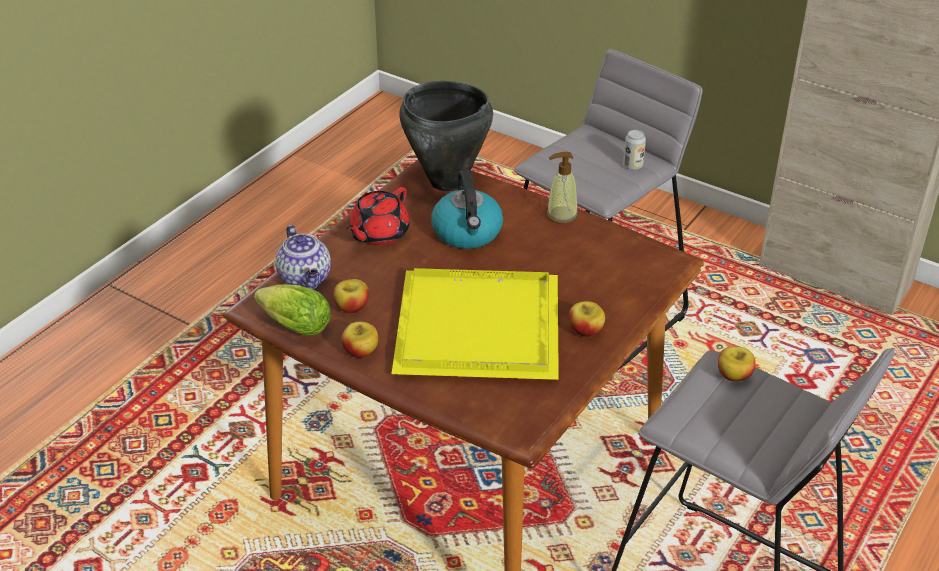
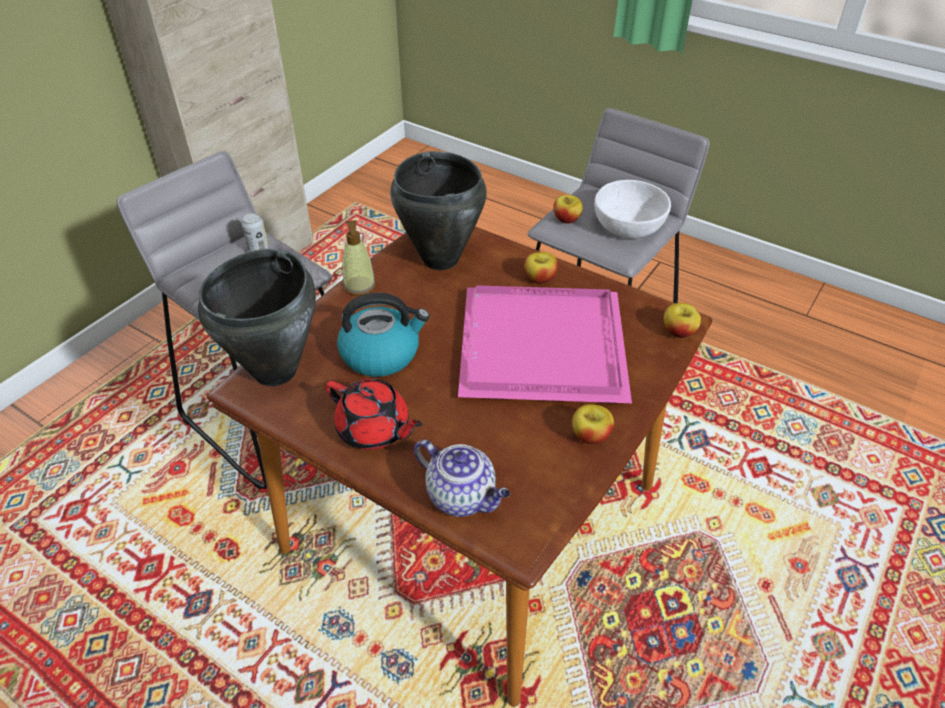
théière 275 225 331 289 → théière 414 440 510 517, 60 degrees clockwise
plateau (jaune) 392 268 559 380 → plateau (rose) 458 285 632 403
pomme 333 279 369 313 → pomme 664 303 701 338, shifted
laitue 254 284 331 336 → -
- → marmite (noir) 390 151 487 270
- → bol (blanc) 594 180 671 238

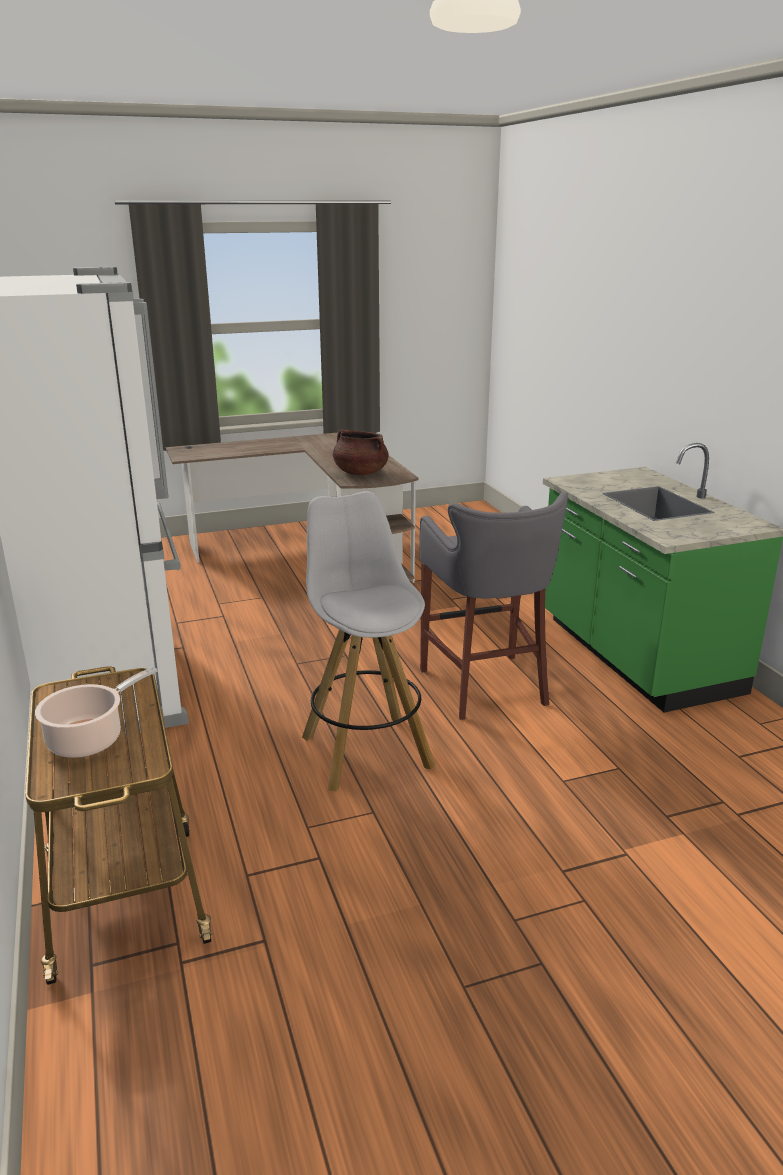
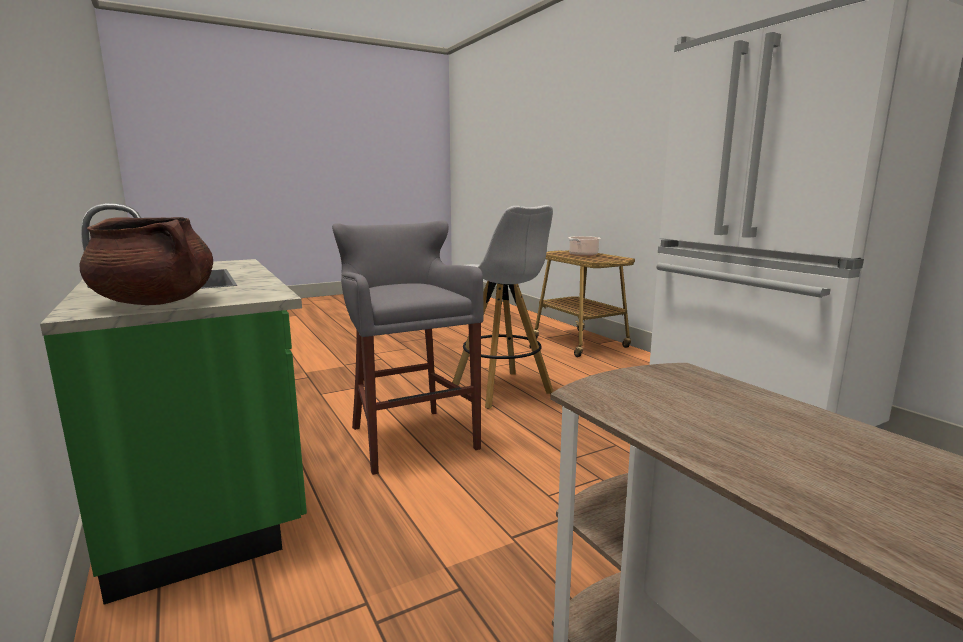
marmite (marron) 333 429 389 475 → marmite (marron) 79 217 213 305, shifted

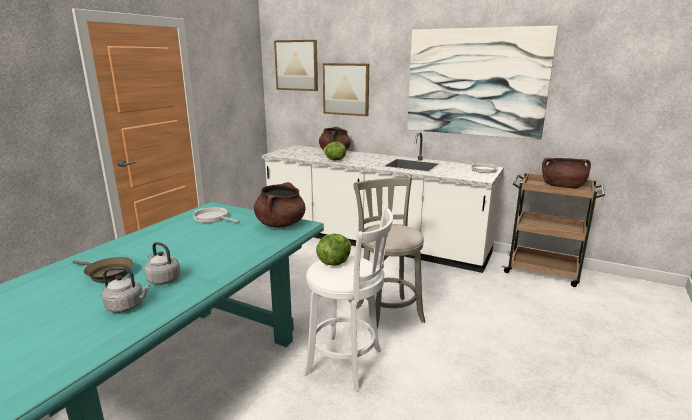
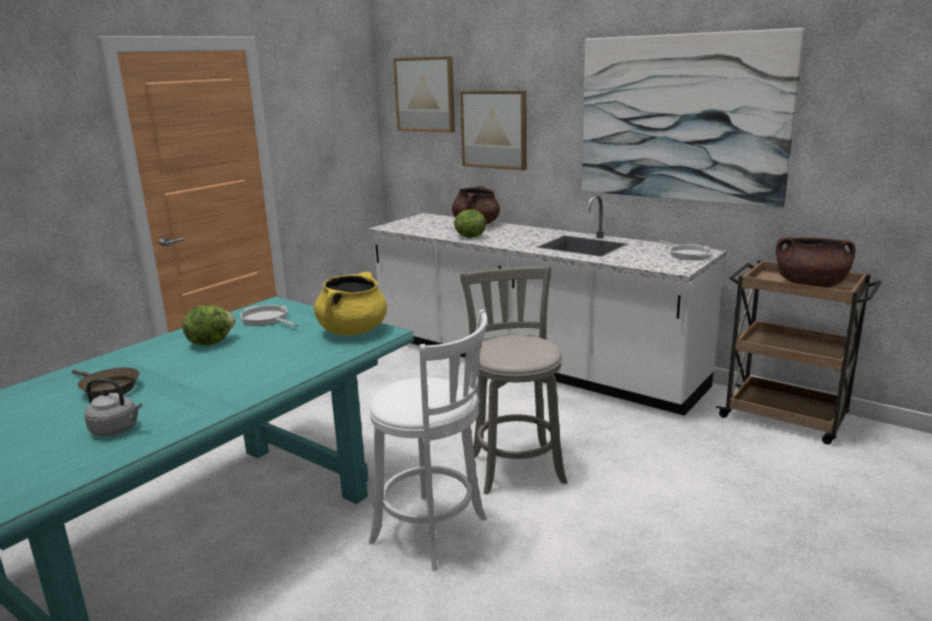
marmite (marron) 254 182 306 228 → marmite (jaune) 314 272 387 336
laitue 316 234 351 266 → laitue 182 305 236 346, shifted
bouilloire (gris) 144 242 181 285 → -

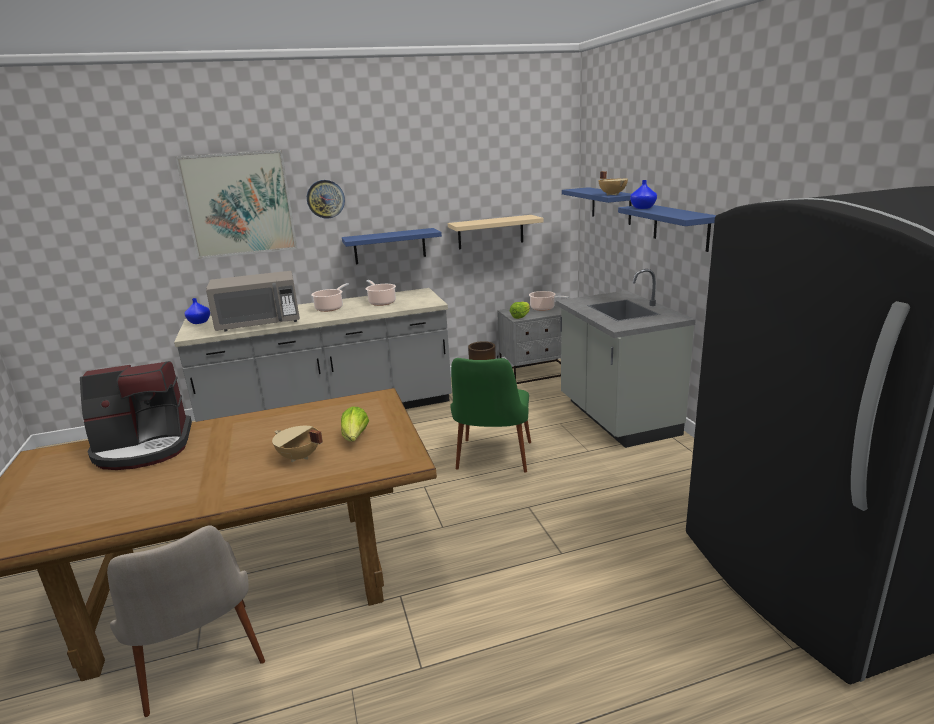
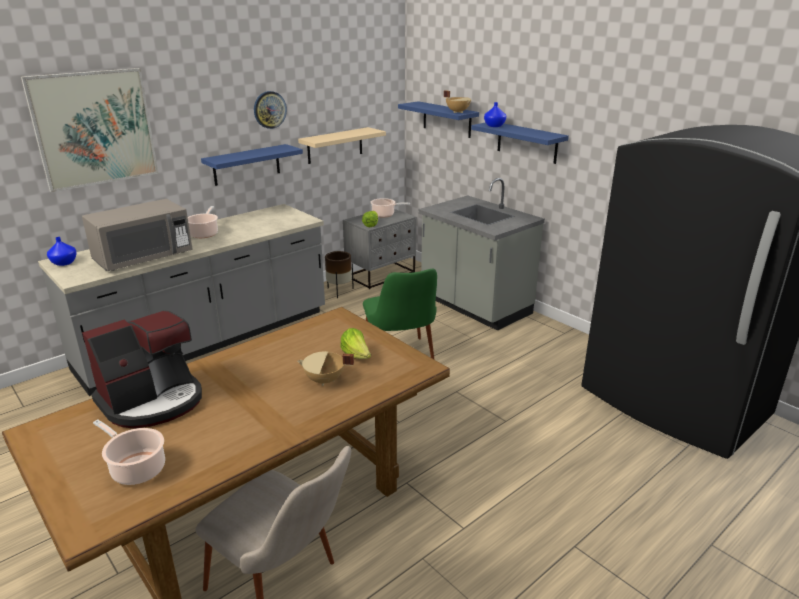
horloge murale 307 180 345 219 → horloge murale 254 91 287 129, shifted
marmite 366 280 396 306 → marmite 93 419 165 485, shifted

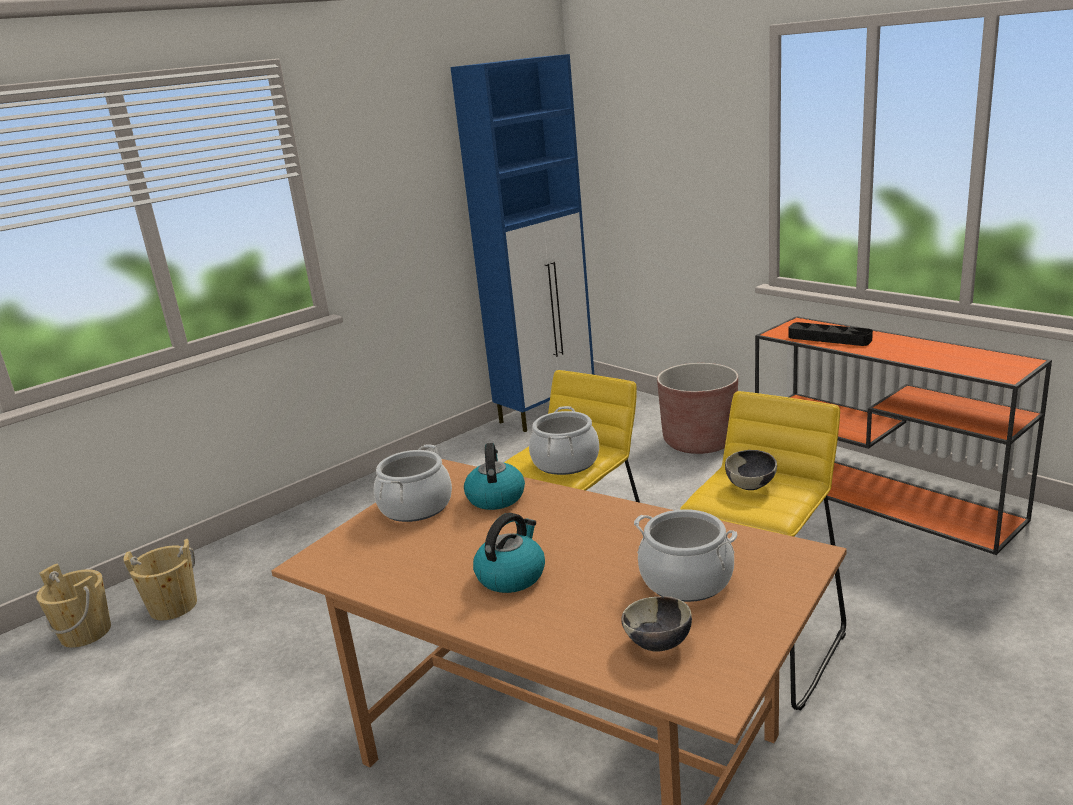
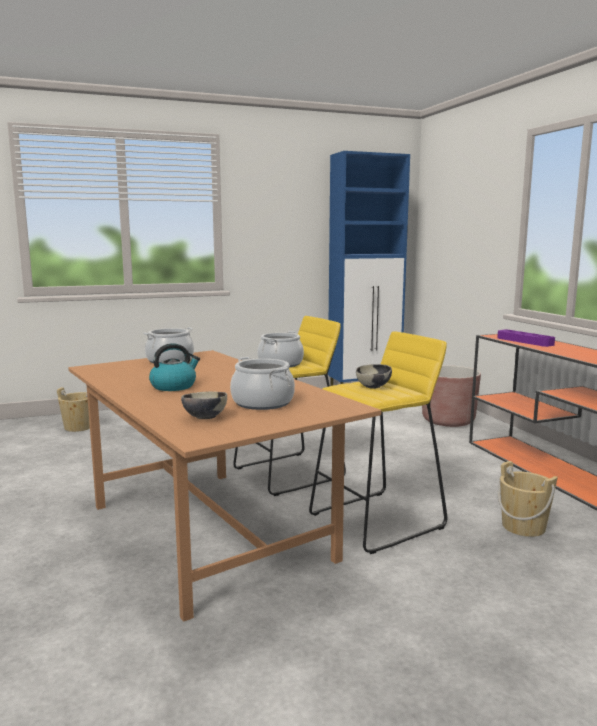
plateau (noir) 788 322 873 346 → plateau (violet) 497 330 555 347
bouilloire 464 443 525 510 → -
seau (beige) 36 564 111 648 → seau (beige) 498 461 558 537, shifted

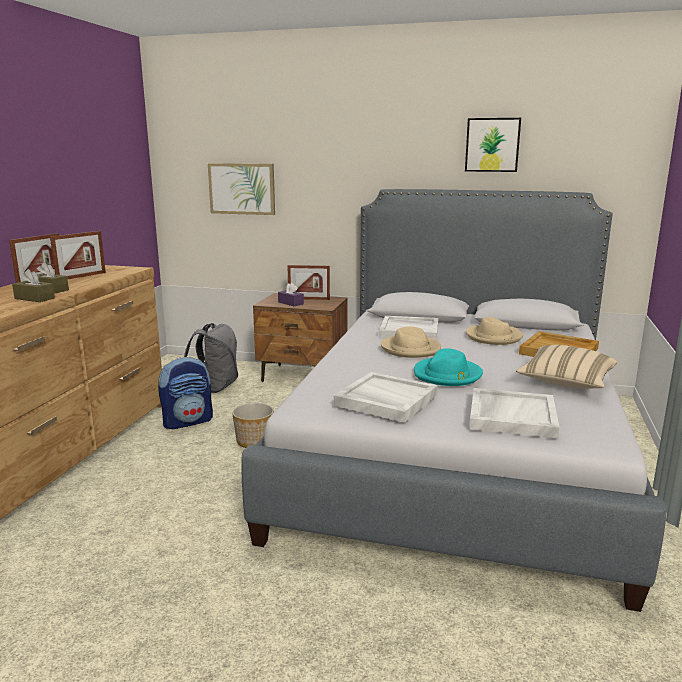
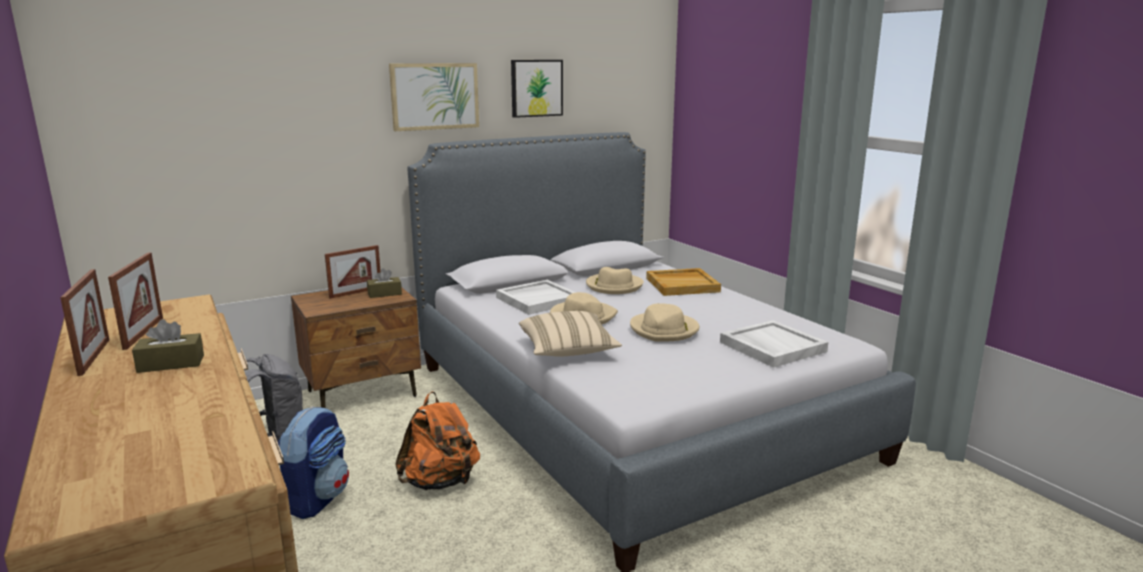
tableau 208 163 275 215 → tableau 389 63 479 131, shifted
boîte à mouchoirs (marron) 12 269 55 302 → boîte à mouchoirs (marron) 367 268 402 298, shifted
boîte à mouchoirs (violet) 278 283 304 306 → -
coussin (beige) 516 345 617 389 → coussin (beige) 519 311 622 357, shifted
chapeau (turquoise) 414 348 483 386 → chapeau (beige) 630 303 699 342
plateau (blanc) 334 372 438 423 → -
cache-pot 232 403 274 448 → sac à dos (orange) 395 392 480 490

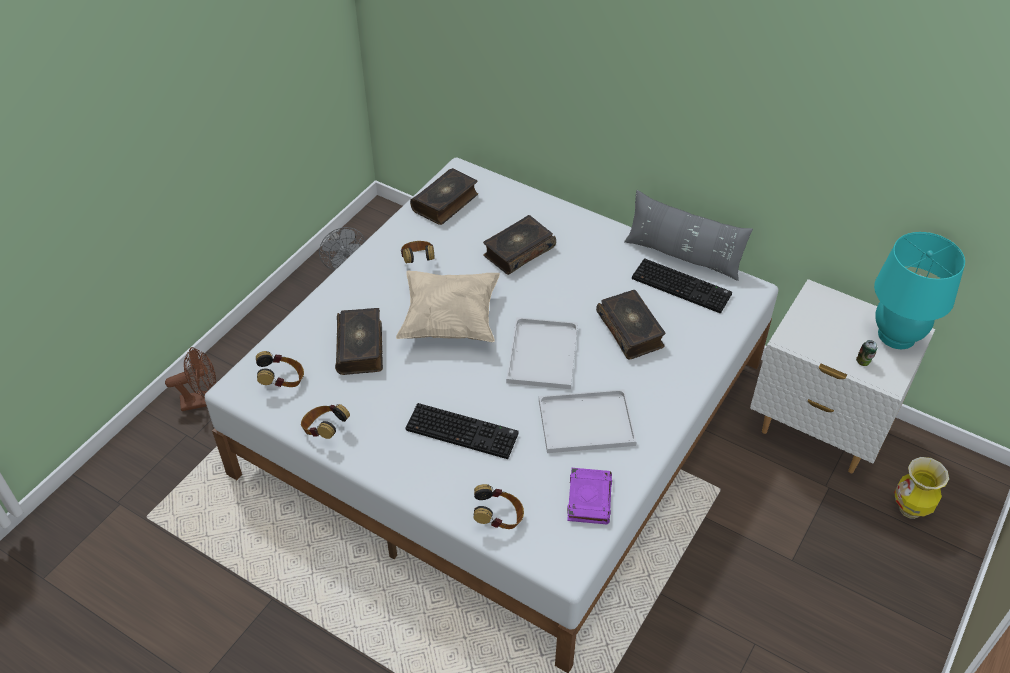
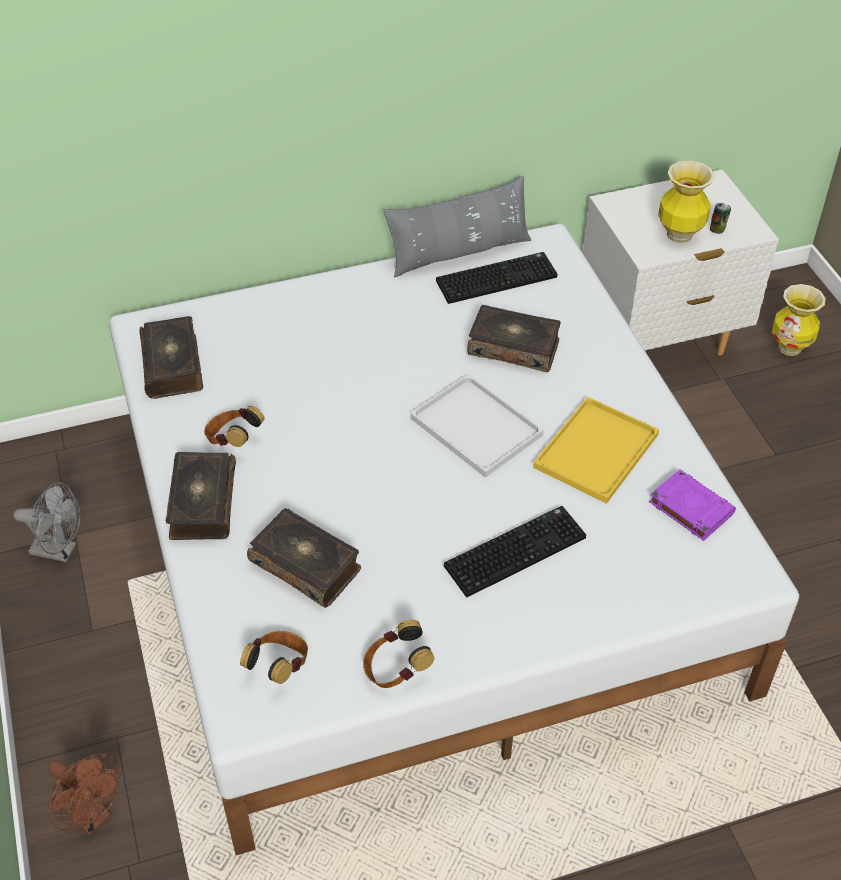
livre 483 215 556 275 → livre 166 452 236 540, shifted
lampe de table (turquoise) 874 232 965 349 → -
coussin (beige) 396 271 500 342 → -
ventilateur (marron) 165 347 216 411 → ventilateur (marron) 48 753 120 835, 105 degrees clockwise
plateau (blanc) 539 389 637 453 → plateau (jaune) 533 397 659 504
casque audio 474 484 524 529 → -
- → vase 658 161 715 243

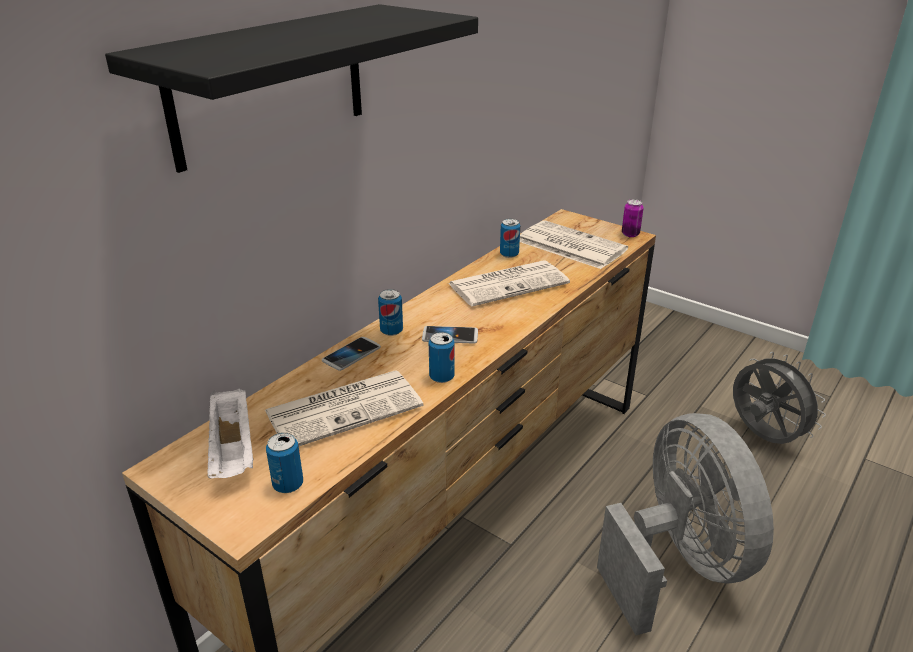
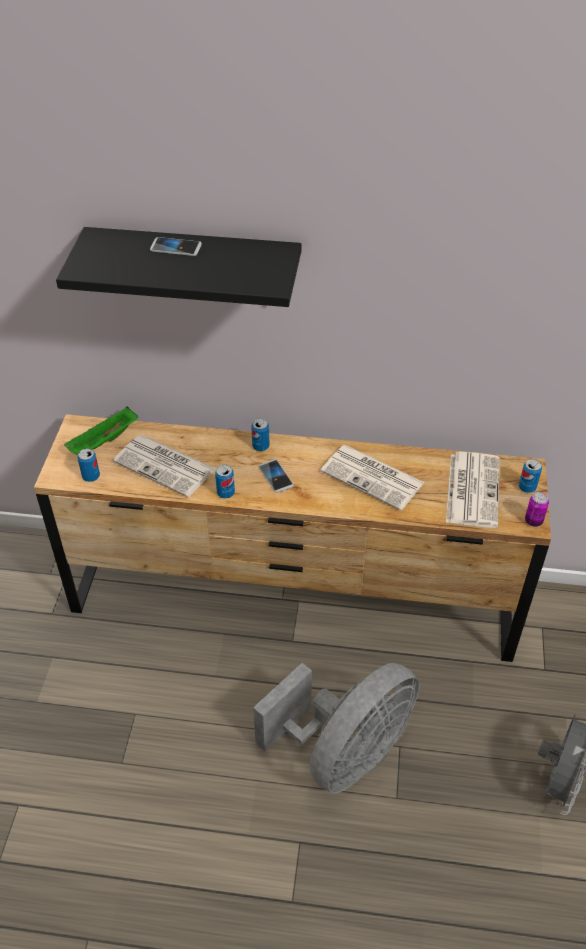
boîte métallique 500 219 520 258 → boîte métallique 519 459 542 493, shifted
téléphone 322 337 381 371 → téléphone 150 237 202 256, shifted
plateau (blanc) 207 388 253 479 → plateau (vert) 64 407 138 455

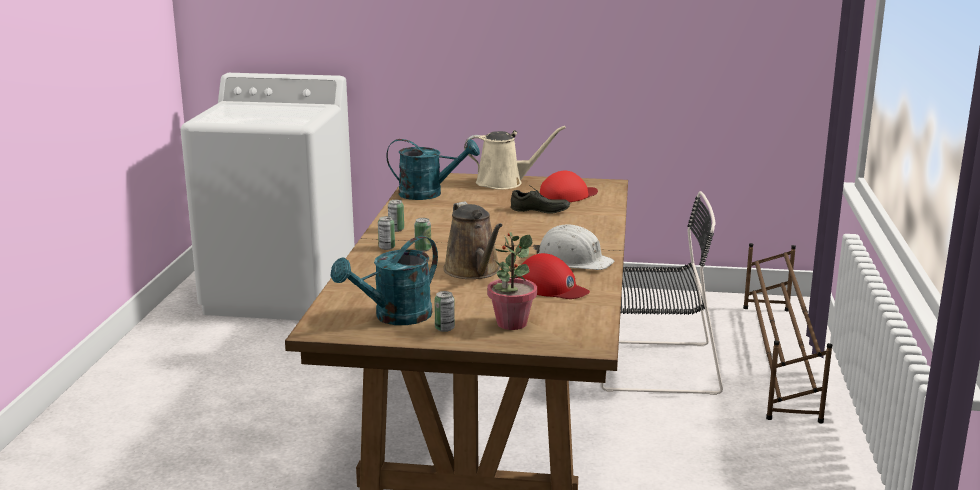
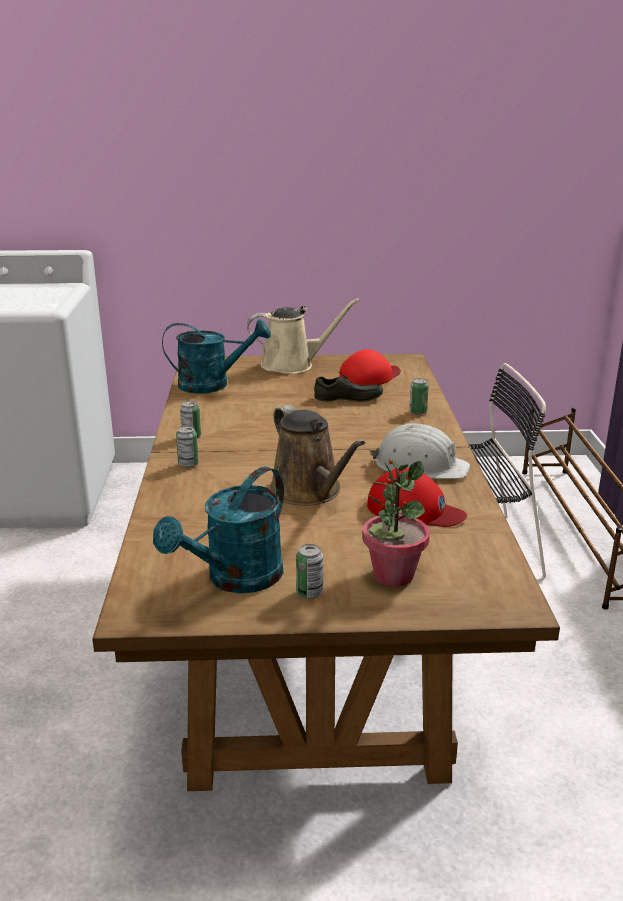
boîte métallique 414 218 431 252 → boîte métallique 409 378 429 415, shifted

